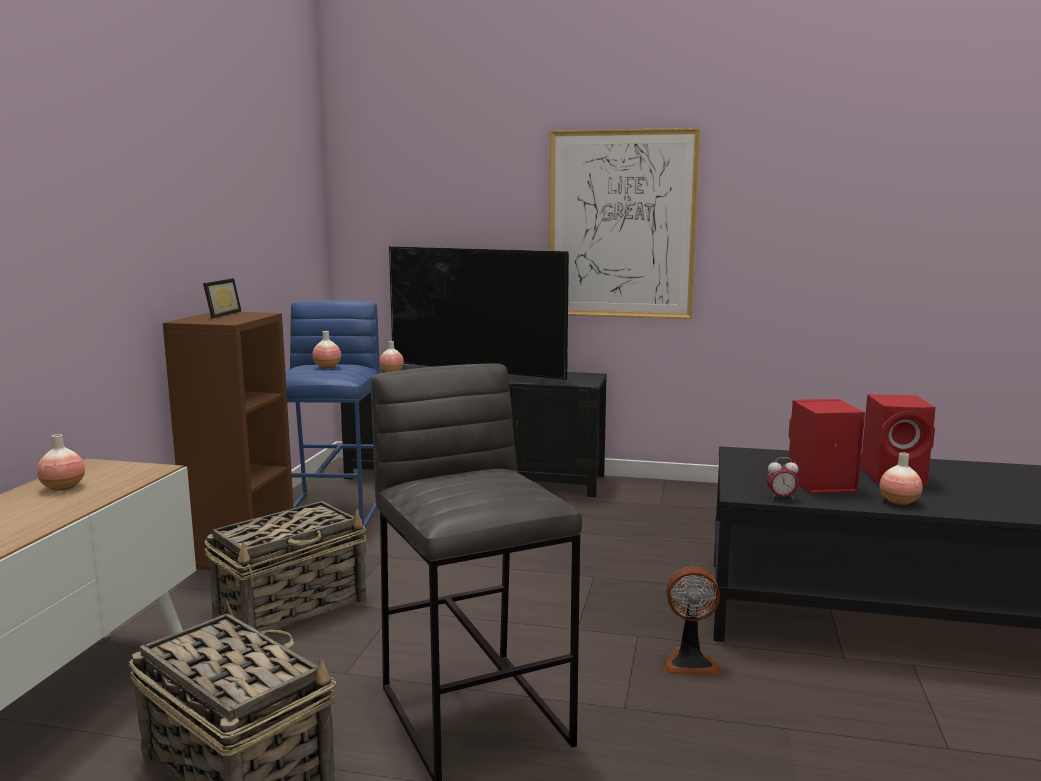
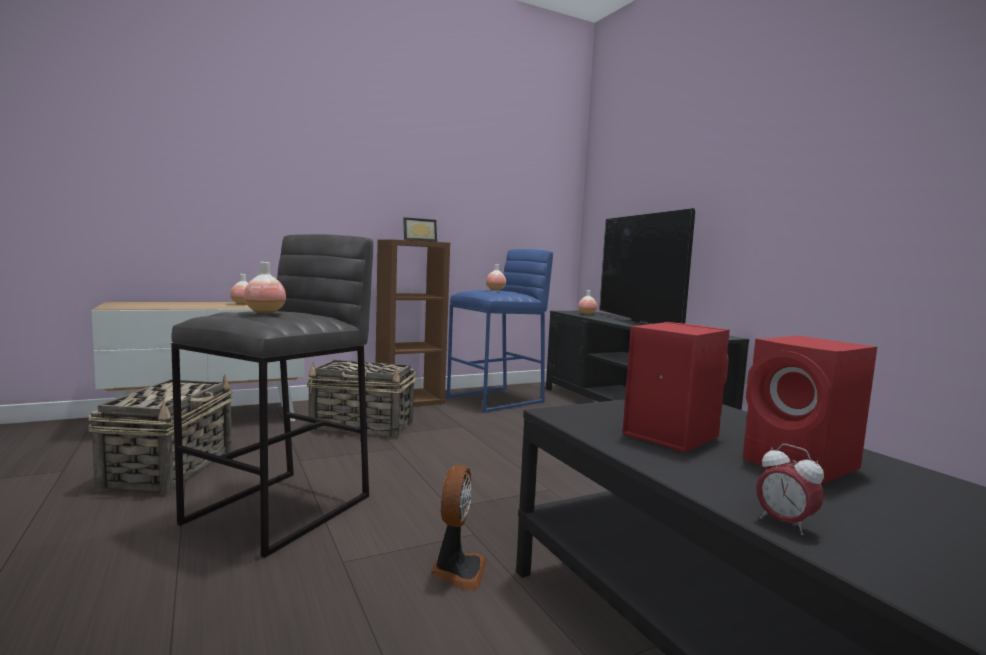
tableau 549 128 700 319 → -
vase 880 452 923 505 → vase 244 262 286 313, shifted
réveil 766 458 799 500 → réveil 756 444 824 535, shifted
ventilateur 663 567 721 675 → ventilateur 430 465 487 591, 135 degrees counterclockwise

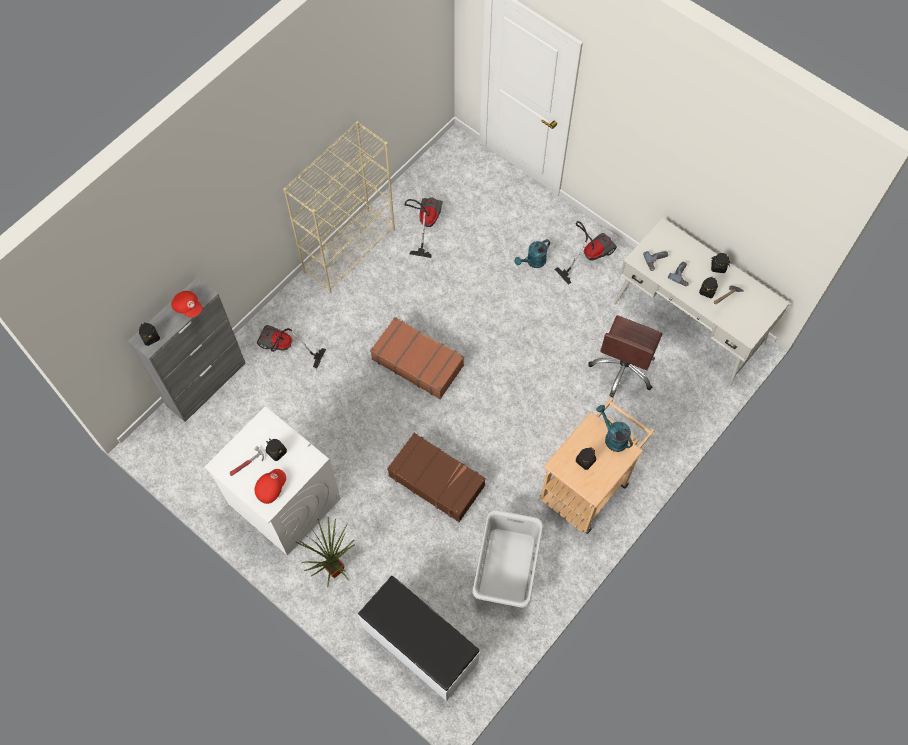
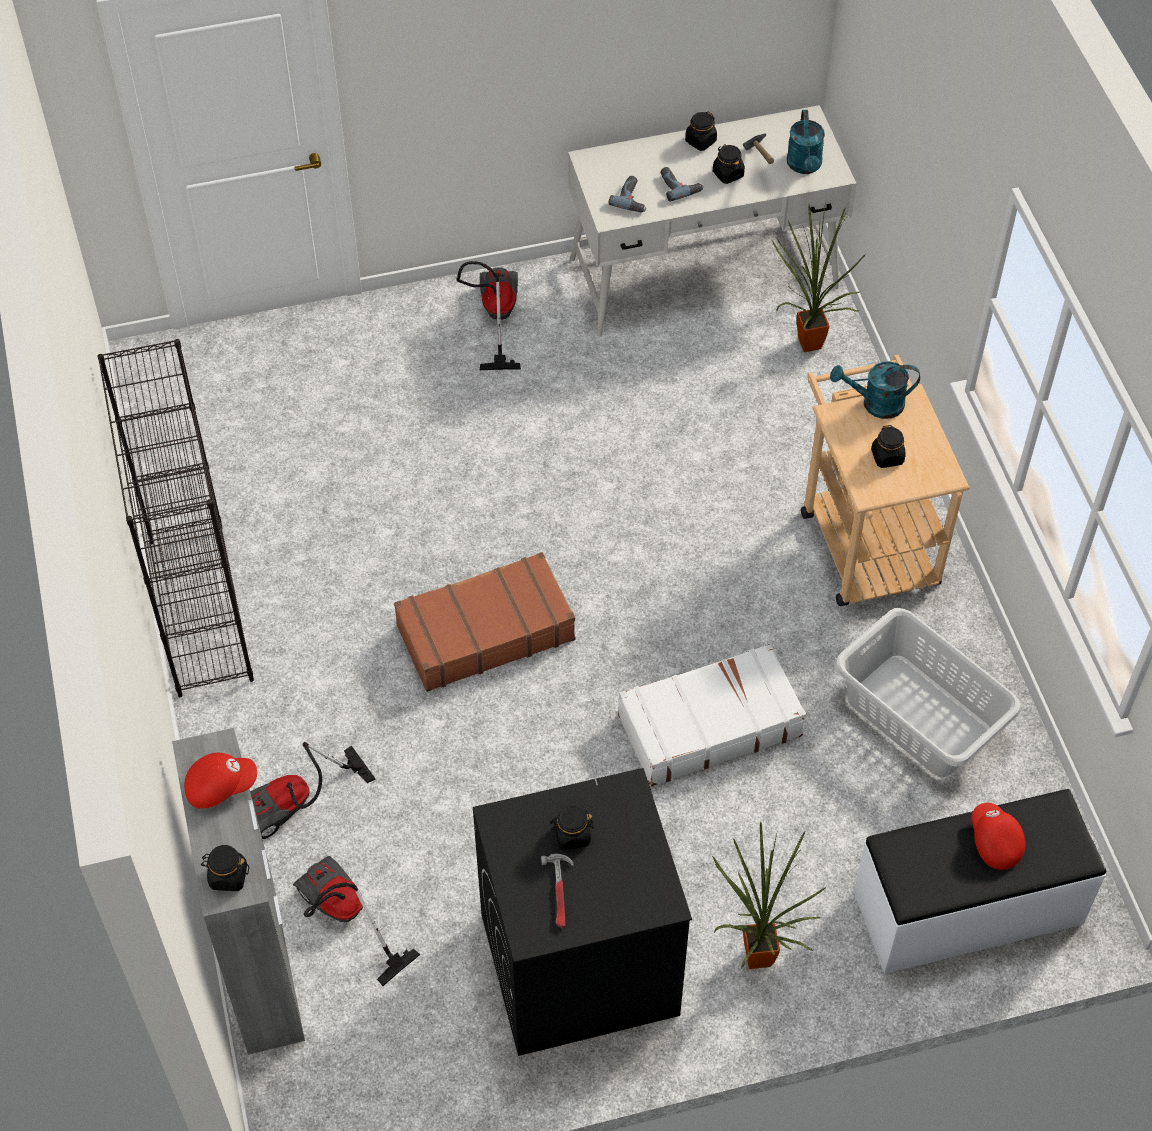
bibliothèque (beige) 283 121 395 293 → bibliothèque (noir) 97 339 254 697
aspirateur 405 198 443 258 → aspirateur 293 856 420 986, shifted
arrosoir (turquoise) 514 239 550 268 → arrosoir (turquoise) 787 110 825 174, shifted
chaise de bureau (marron) 588 315 663 397 → -
lave-linge (blanc) 204 406 341 556 → lave-linge (noir) 473 768 692 1056
valise (marron) 387 433 486 522 → valise (blanc) 618 644 806 786
casquette (rouge) 255 469 286 504 → casquette (rouge) 971 803 1025 870, shifted
- → plante en pot 772 201 866 352

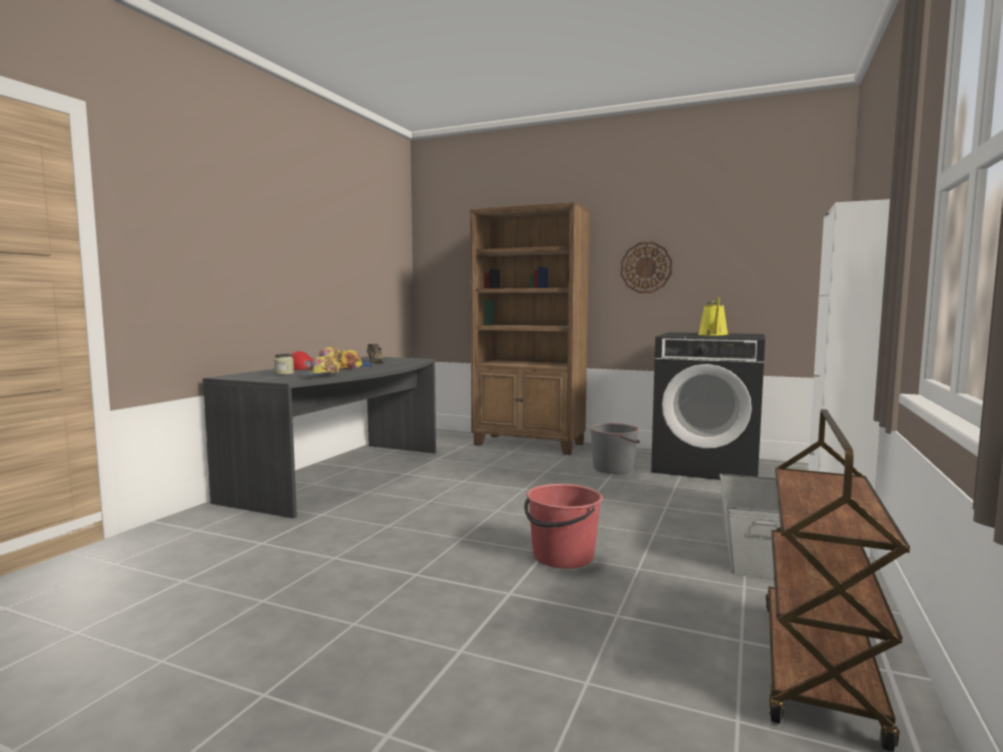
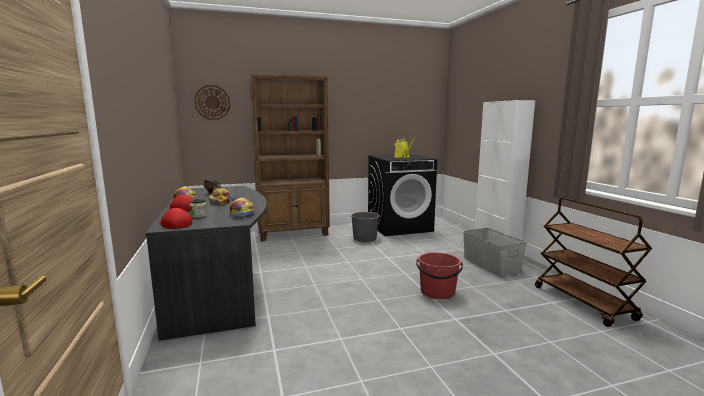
horloge murale 621 242 672 293 → horloge murale 194 85 230 120, shifted
- → casquette (rouge) 159 208 192 229

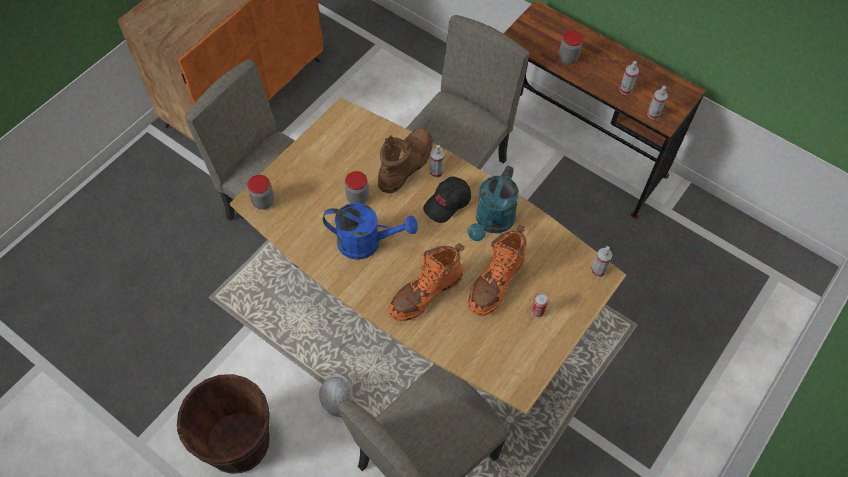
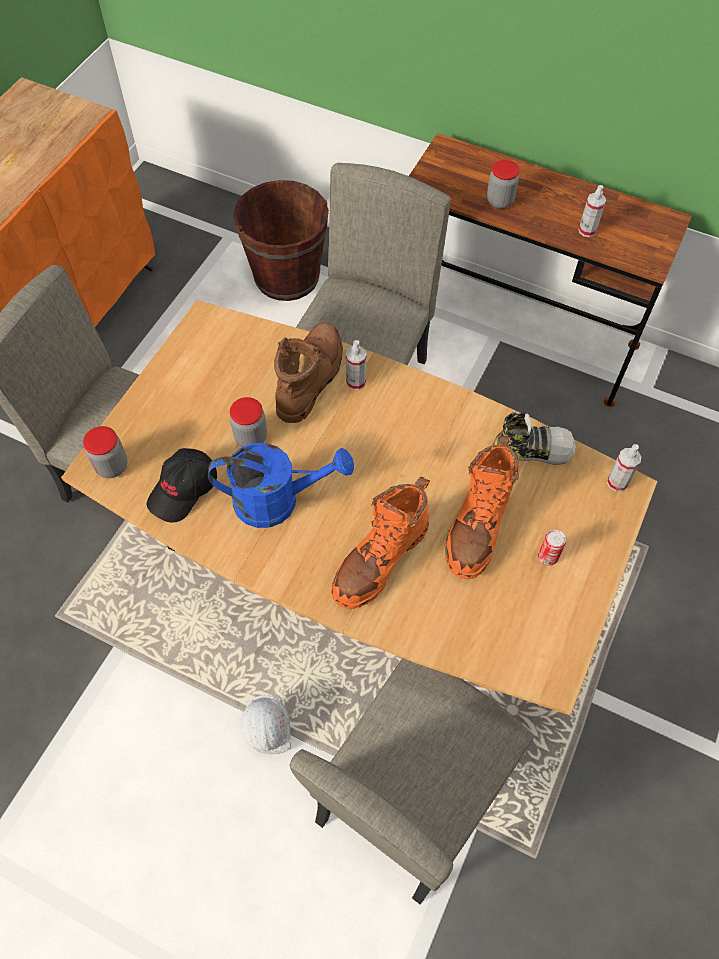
vaporisateur 647 86 668 120 → -
arrosoir (turquoise) 468 166 519 241 → -
casquette (noir) 423 176 471 223 → casquette (noir) 147 448 217 523, shifted
seau (marron) 177 374 270 474 → seau (marron) 233 180 329 301, shifted
- → chaussure 492 412 576 465

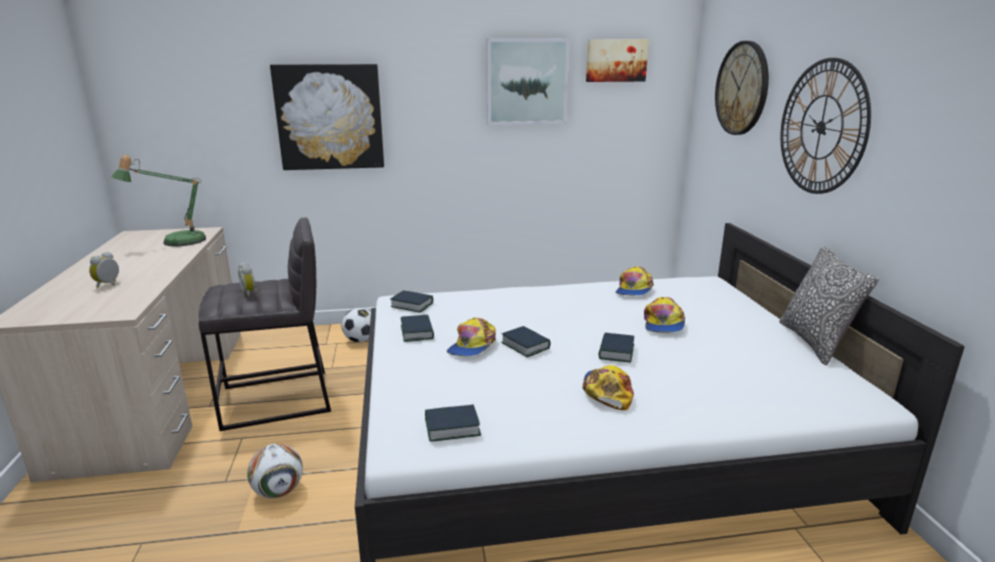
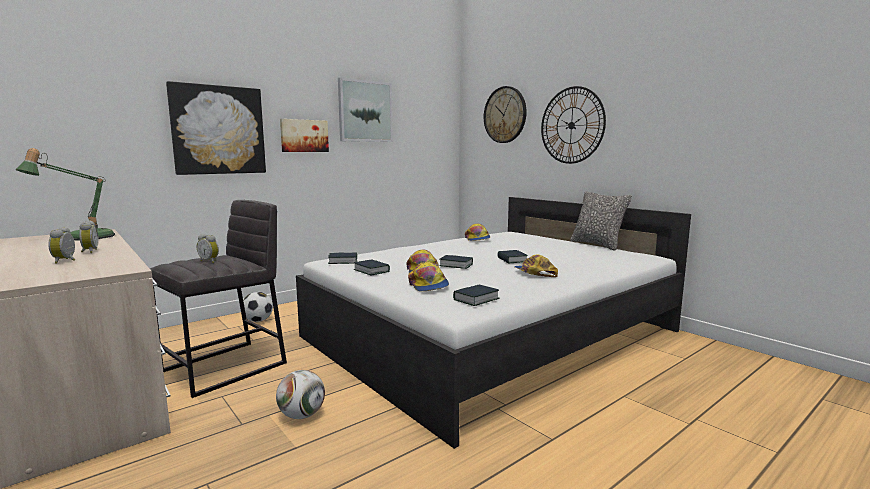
tableau 586 39 649 82 → tableau 280 119 329 152, shifted
casquette 644 297 685 333 → casquette 408 262 449 291, shifted
- → réveil 79 220 99 253

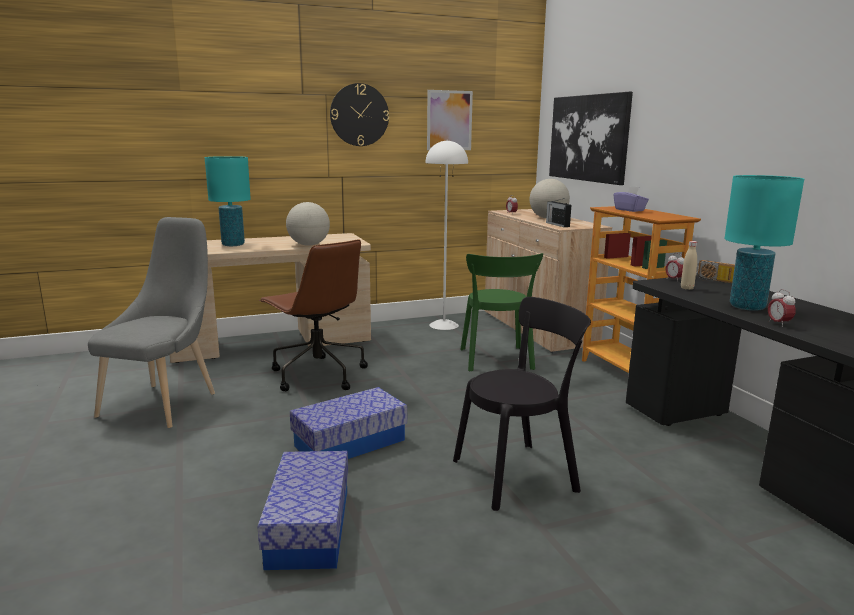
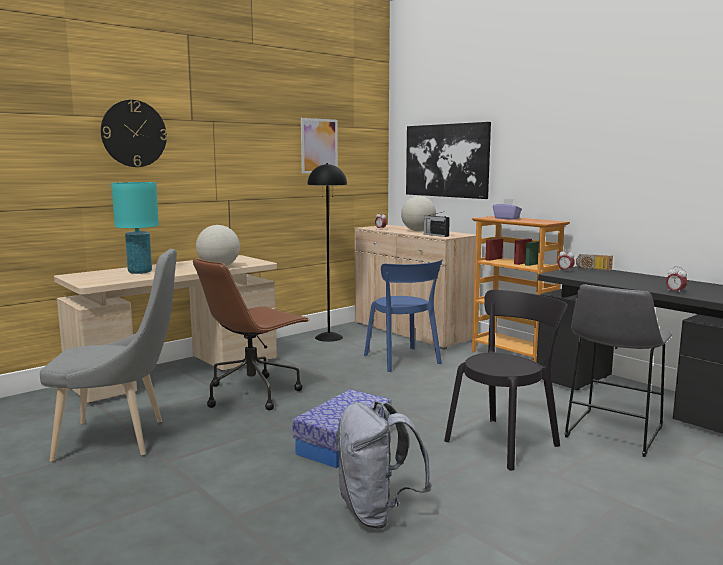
horloge murale 330 83 389 146 → horloge murale 101 100 167 167, shifted
lampadaire (blanc) 425 139 468 330 → lampadaire (noir) 307 163 347 342
lampe de table (turquoise) 724 175 804 311 → -
chaise (gris) 88 217 215 428 → chaise (gris) 40 249 177 462, 90 degrees clockwise
chaise de bureau (marron) 259 239 368 391 → chaise de bureau (marron) 193 258 309 410, 105 degrees clockwise
bouteille (beige) 681 241 697 290 → -
chaise (vert) 460 253 543 371 → chaise (bleu) 364 259 443 372
boîte de rangement 258 451 348 570 → sac à dos (gris) 337 401 432 528
- → tabouret (gris) 565 284 672 457

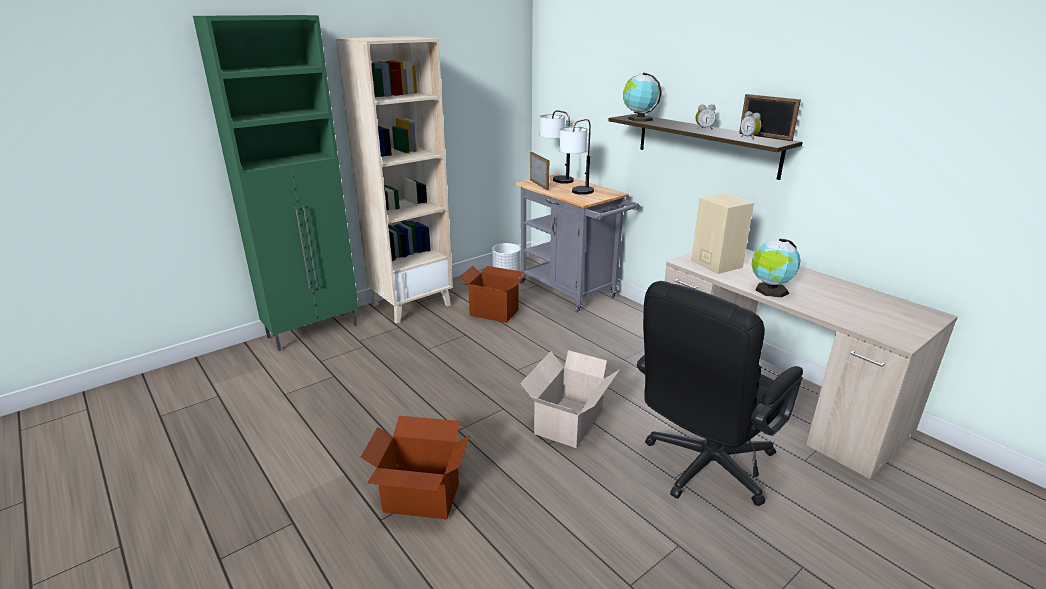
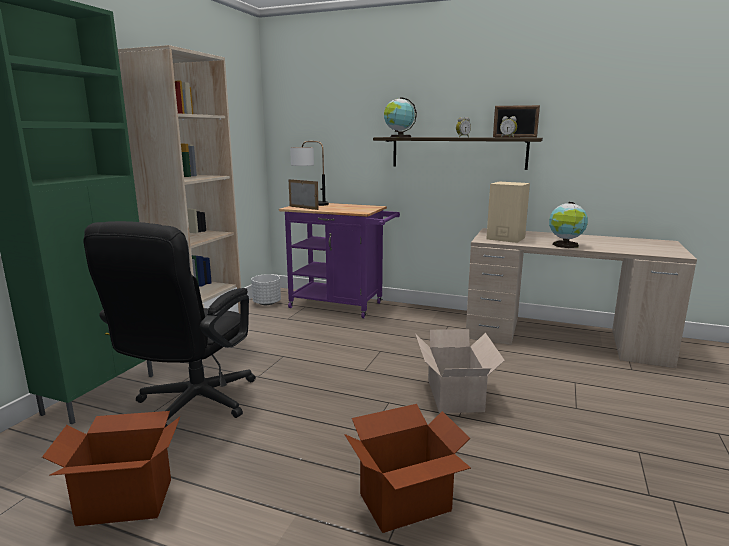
lampe de table 559 119 594 195 → -
chariot (gris) 515 174 639 313 → chariot (violet) 279 203 400 318
carton 460 266 526 323 → carton 42 411 180 526, shifted
chaise de bureau (noir) 637 281 803 506 → chaise de bureau (noir) 83 221 256 427, shifted

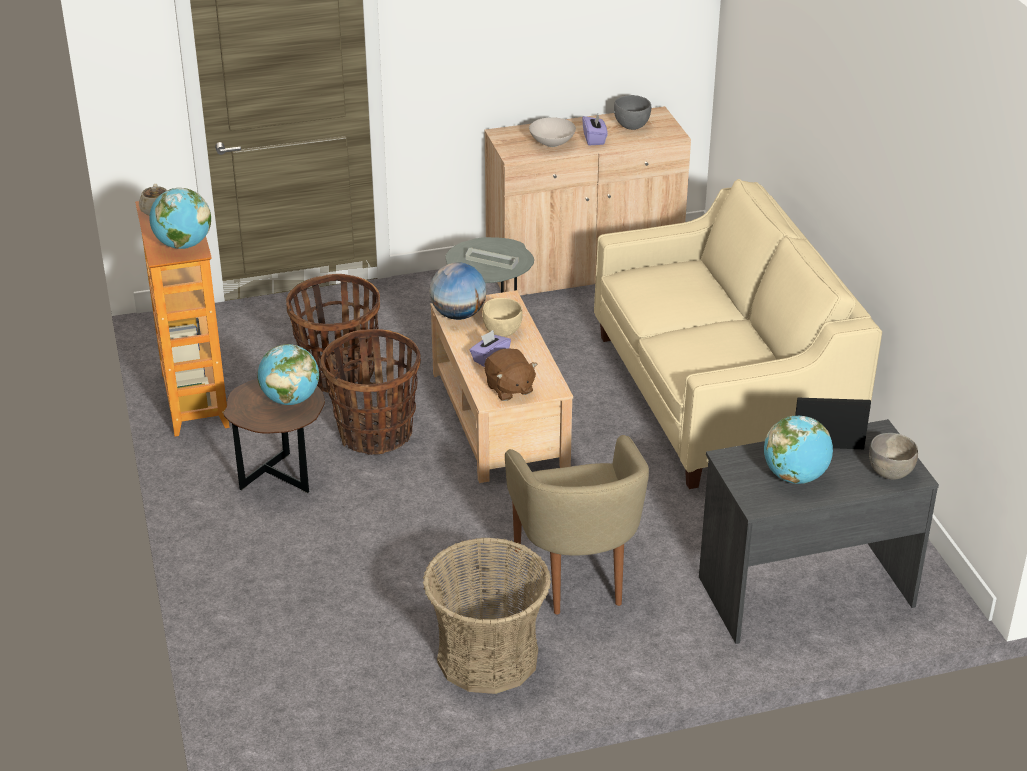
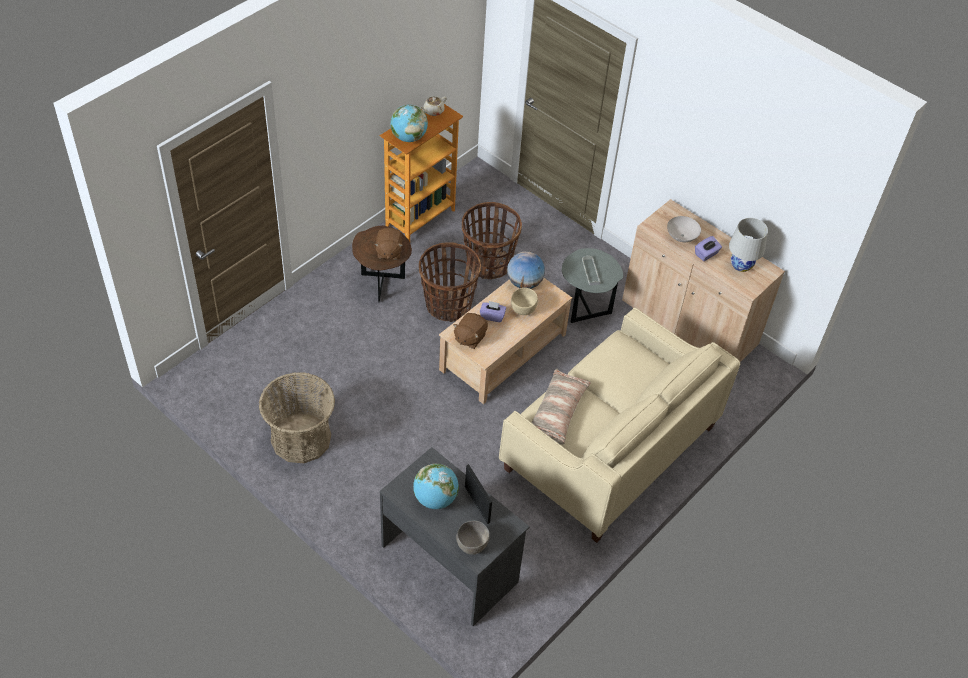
bol (gris) 614 95 651 130 → lampe de table (blanc) 729 218 768 272
globe 257 344 319 405 → peluche (marron) 374 228 403 260
fauteuil (beige) 505 435 649 615 → -
- → coussin 531 369 591 445

